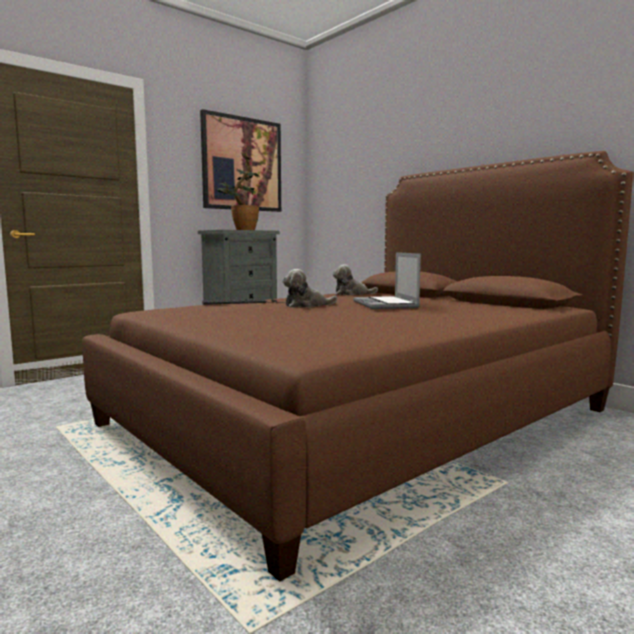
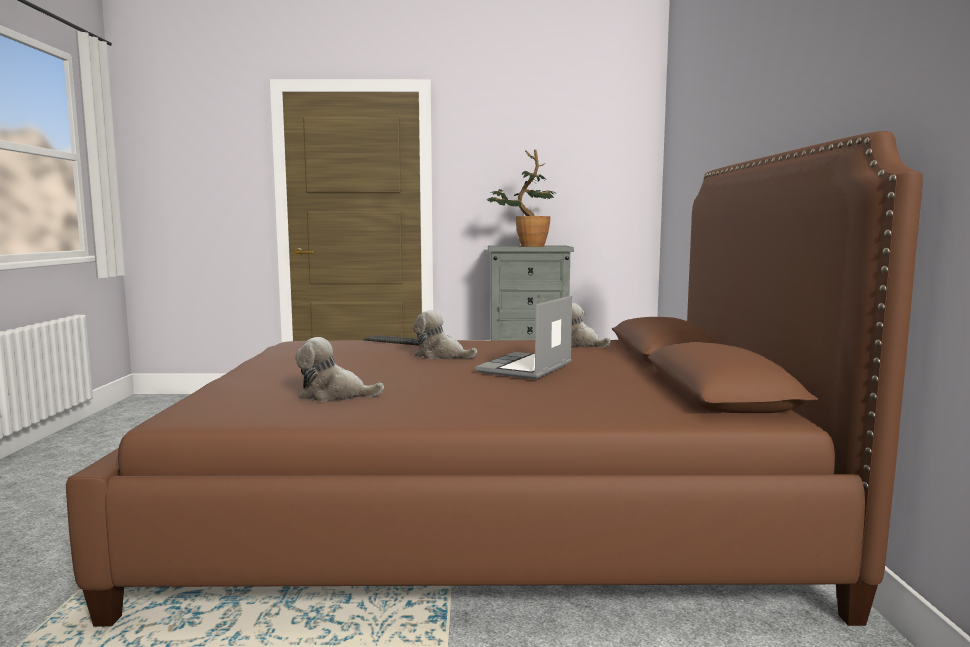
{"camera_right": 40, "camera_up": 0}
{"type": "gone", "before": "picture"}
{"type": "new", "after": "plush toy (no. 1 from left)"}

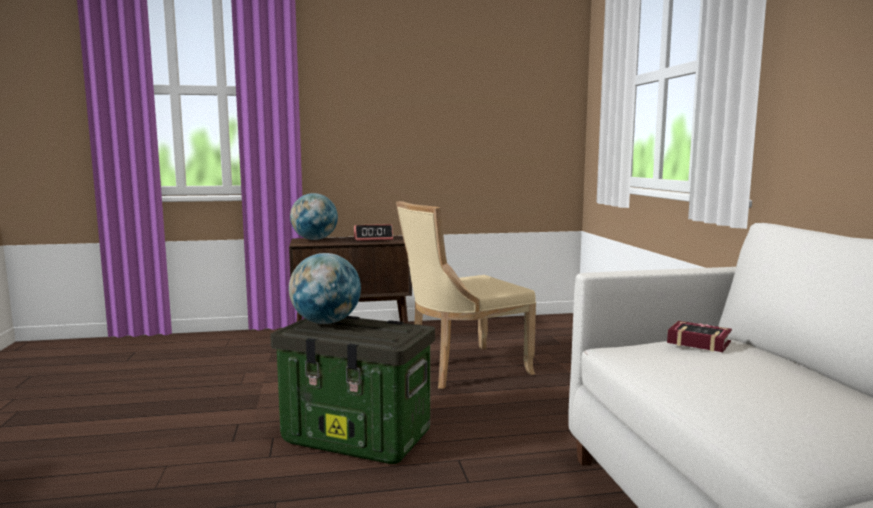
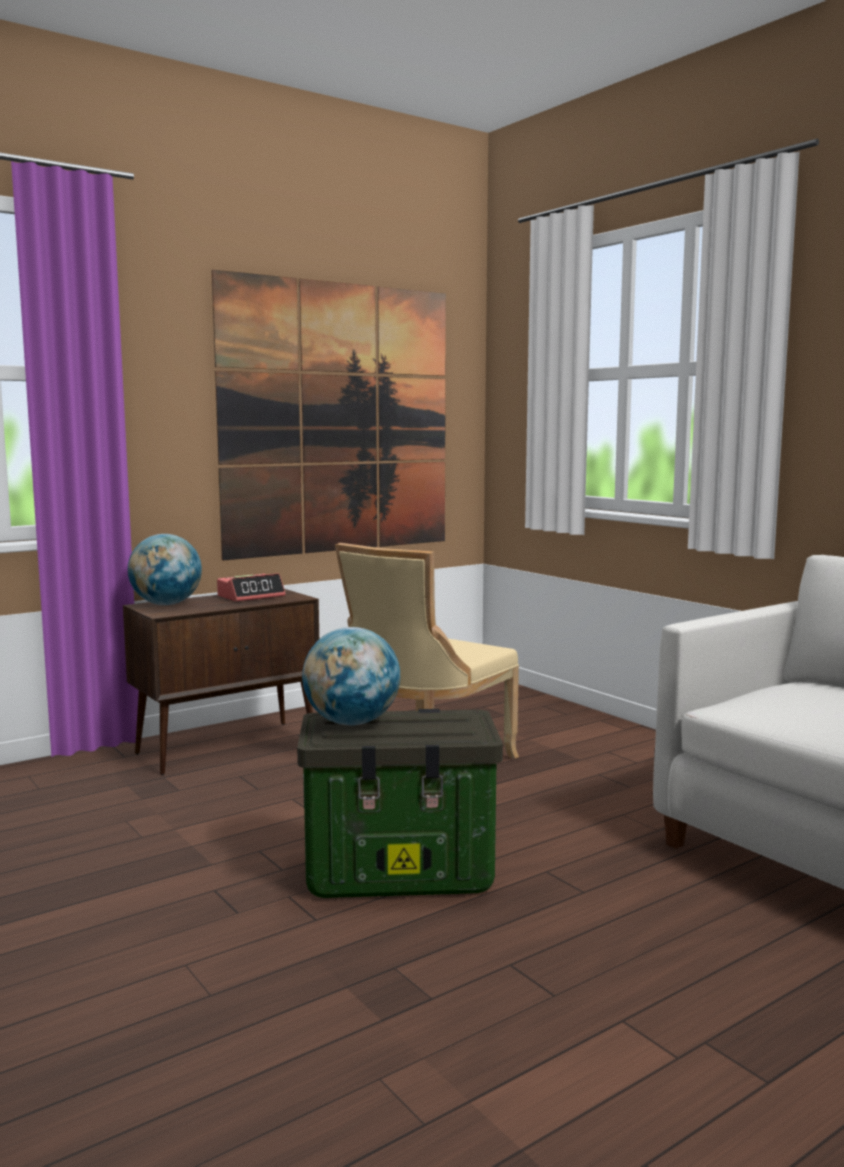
{"camera_right": -25, "camera_up": 0}
{"type": "gone", "before": "book"}
{"type": "new", "after": "picture"}

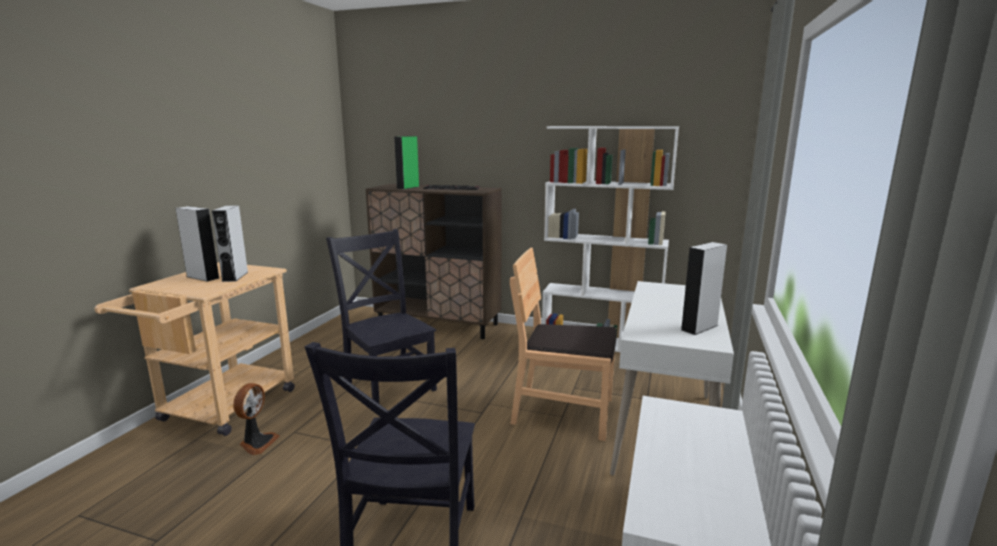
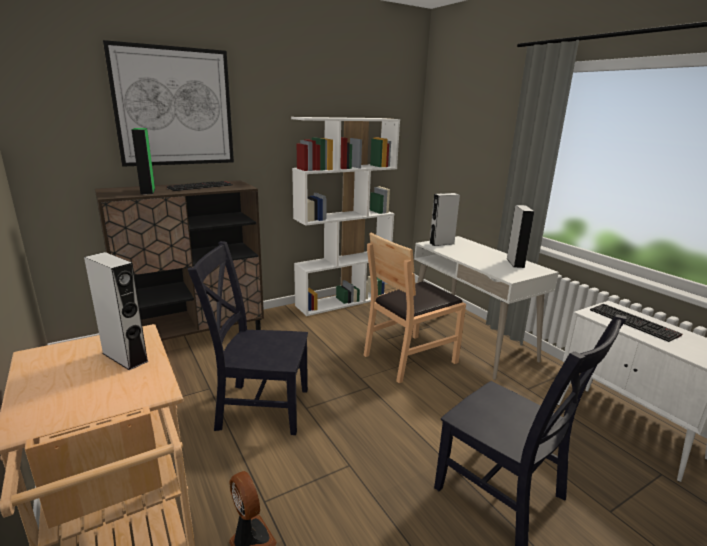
{"camera_right": -50, "camera_up": 5}
{"type": "shifted", "before": "grey speaker (no. 1 from left in the first image)", "after": "grey speaker (no. 2 from left)"}
{"type": "new", "after": "picture"}
{"type": "new", "after": "keyboard (no. 2 from left)"}

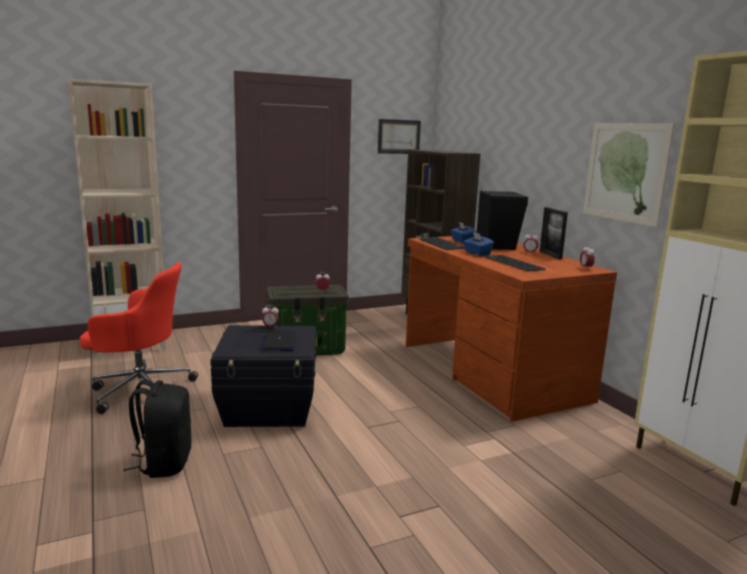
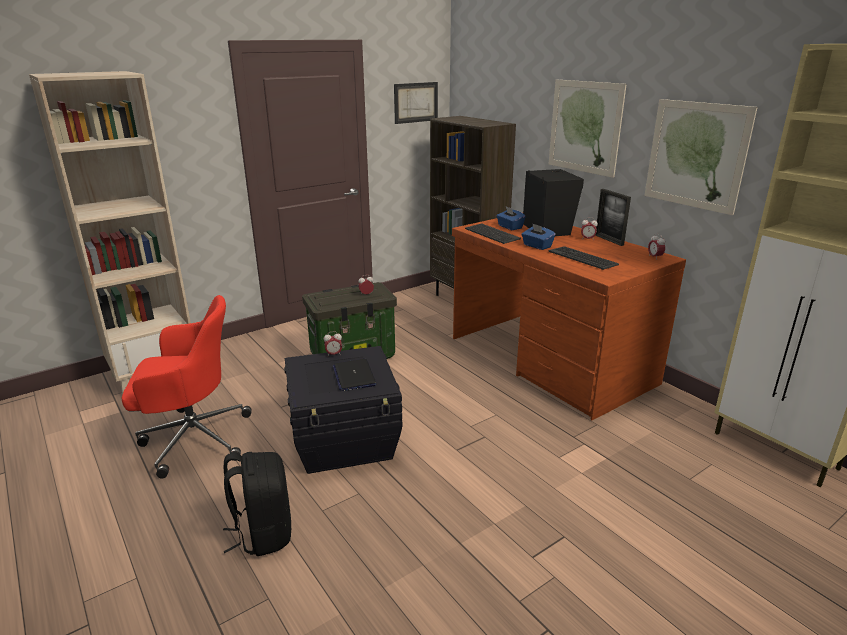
{"camera_right": -10, "camera_up": 10}
{"type": "new", "after": "picture (no. 2 from left)"}

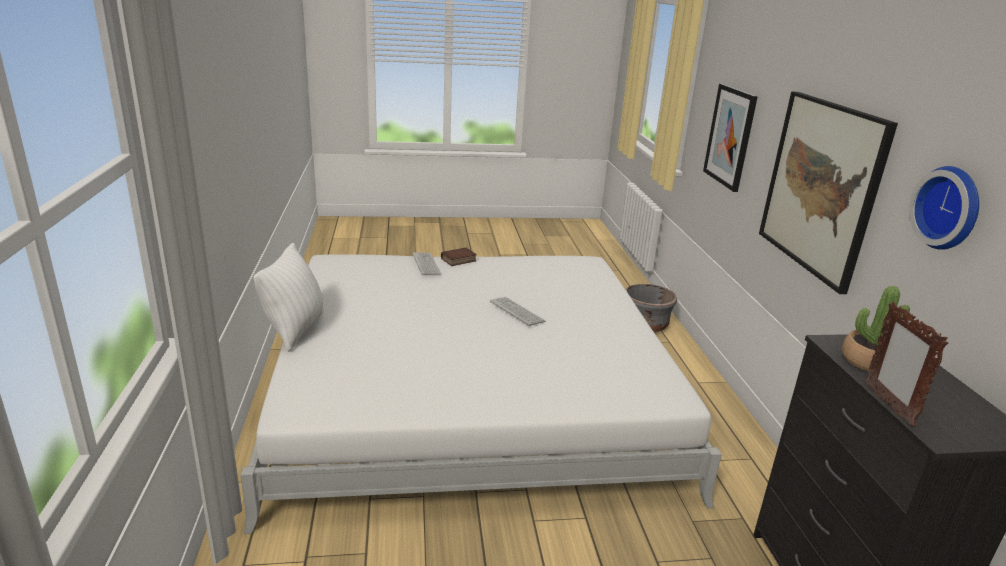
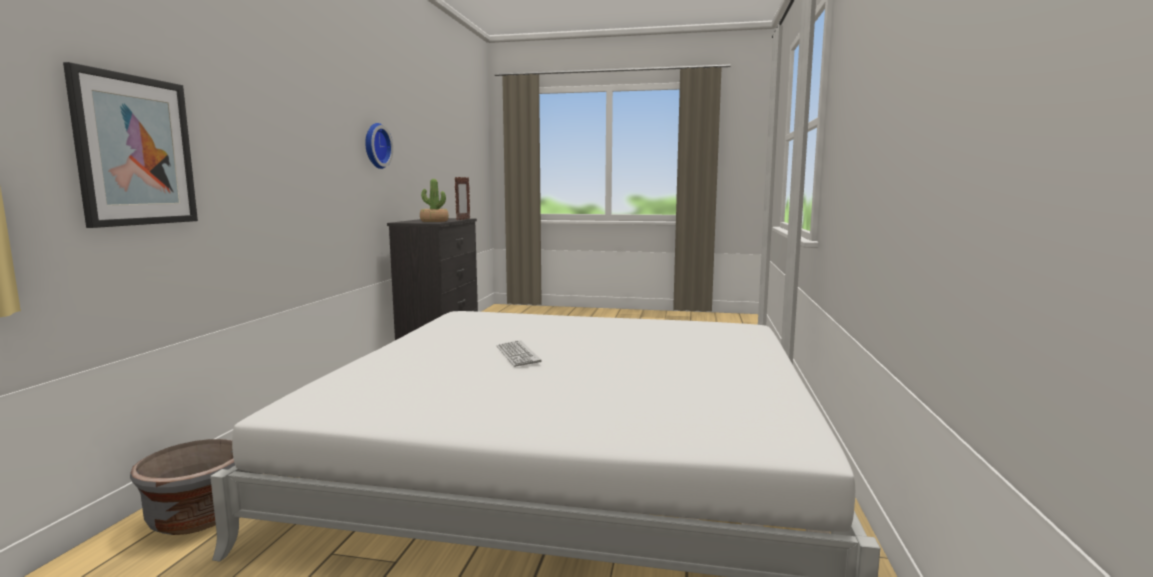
{"camera_right": -160, "camera_up": -15}
{"type": "gone", "before": "picture (no. 2 from left)"}
{"type": "gone", "before": "white pillow"}
{"type": "gone", "before": "book"}
{"type": "gone", "before": "keyboard (no. 1 from left)"}

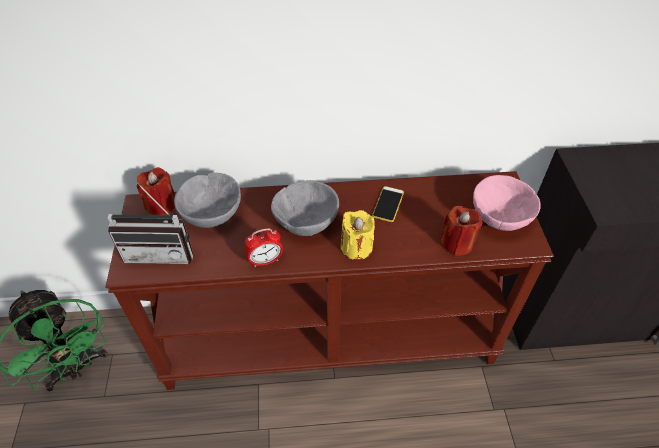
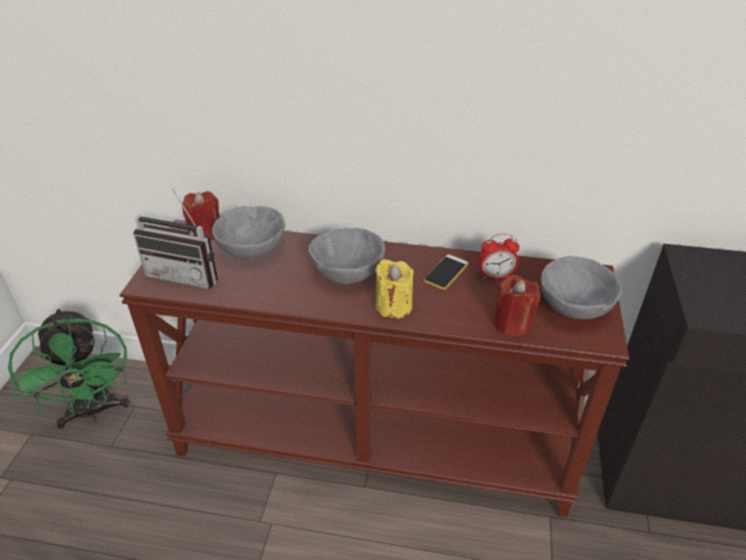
{"camera_right": 15, "camera_up": -10}
{"type": "repainted", "before": "pink bowl", "after": "grey bowl (no. 3 from left)"}
{"type": "shifted", "before": "alarm clock"}

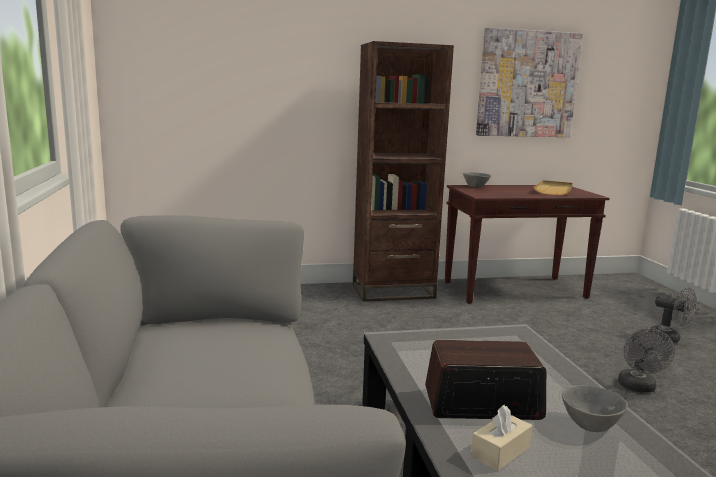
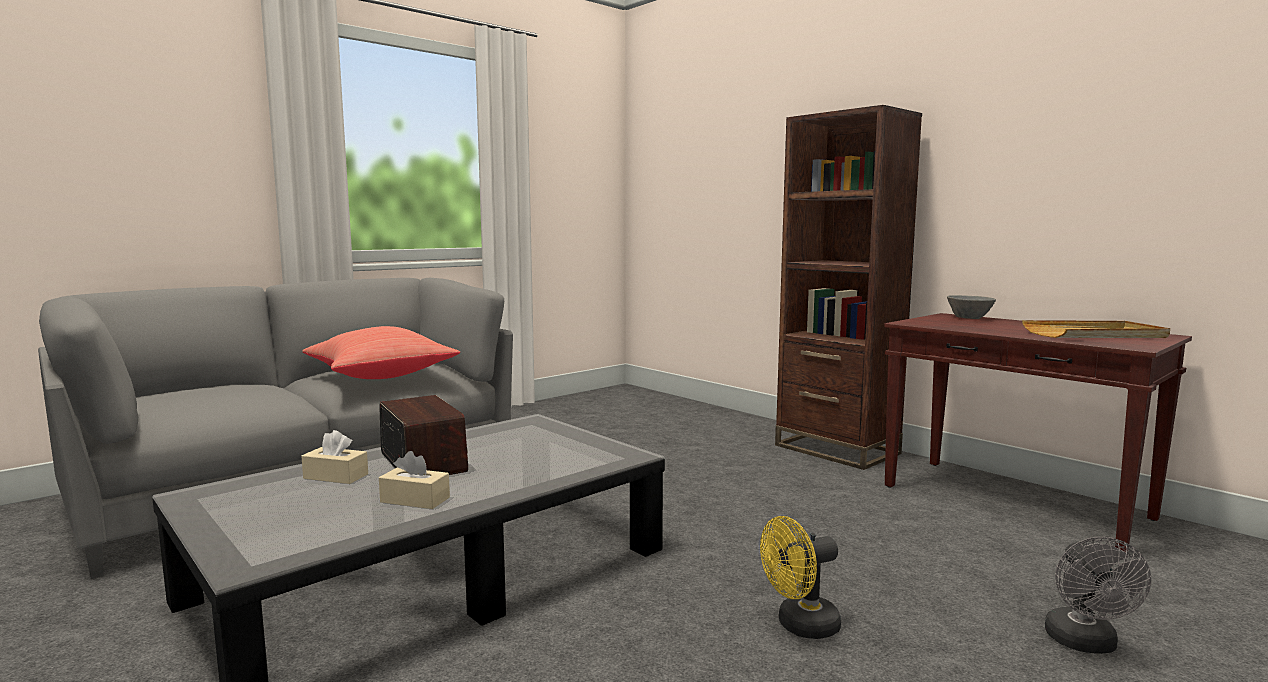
{"camera_right": 60, "camera_up": -5}
{"type": "gone", "before": "picture"}
{"type": "repainted", "before": "grey fan (no. 1 from left)", "after": "yellow fan"}
{"type": "swapped", "before": "grey bowl (no. 2 from left)", "after": "beige tissue box (no. 2 from left)"}
{"type": "new", "after": "red pillow"}

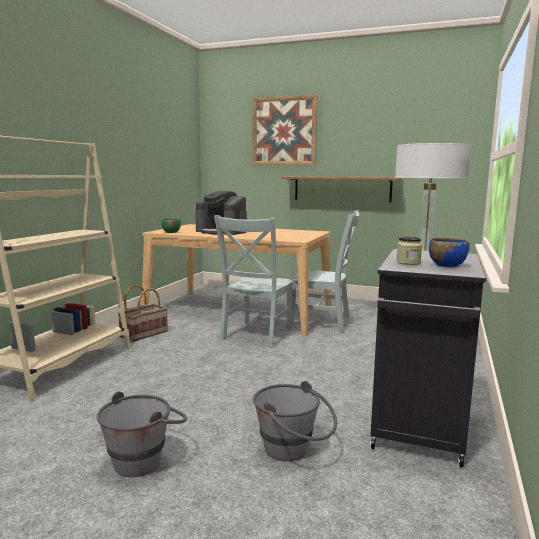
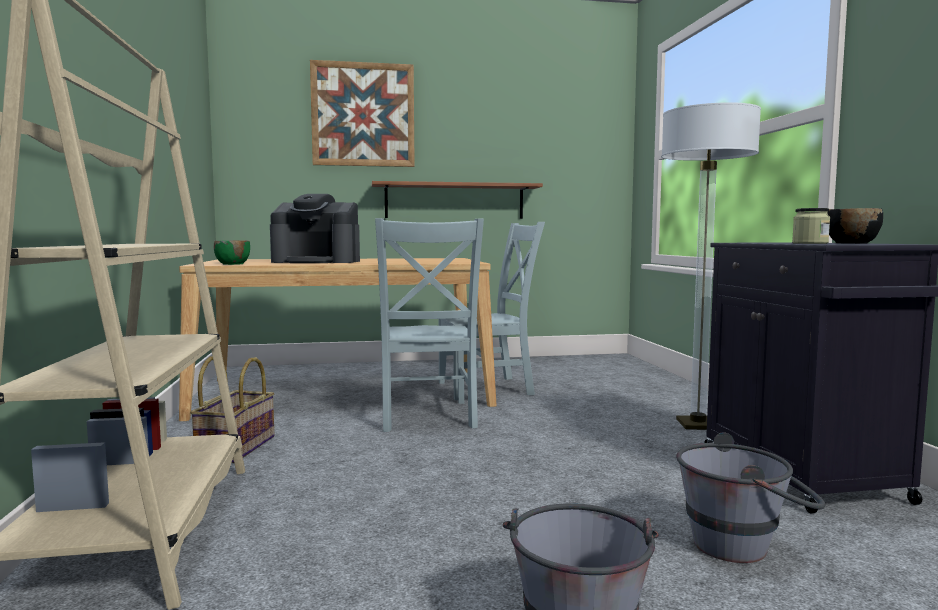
{"camera_right": -30, "camera_up": -5}
{"type": "repainted", "before": "blue bowl", "after": "black bowl"}

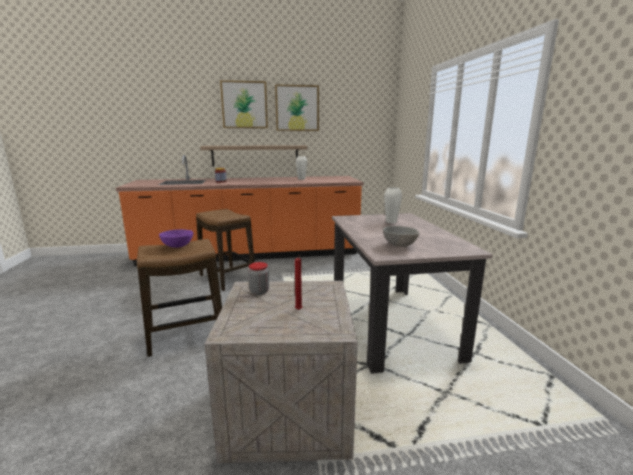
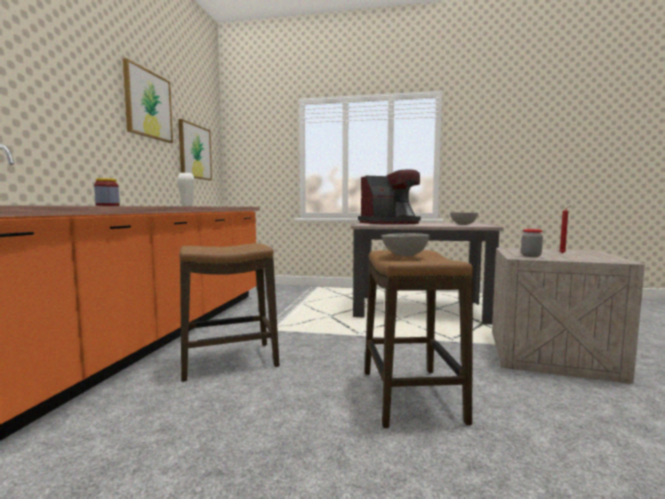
{"camera_right": -70, "camera_up": -10}
{"type": "shifted", "before": "picture (no. 1 from left in the first image)", "after": "picture (no. 2 from left)"}
{"type": "gone", "before": "shelf"}
{"type": "swapped", "before": "white vase (no. 2 from left)", "after": "coffee machine"}
{"type": "repainted", "before": "purple bowl", "after": "grey bowl (no. 1 from left)"}

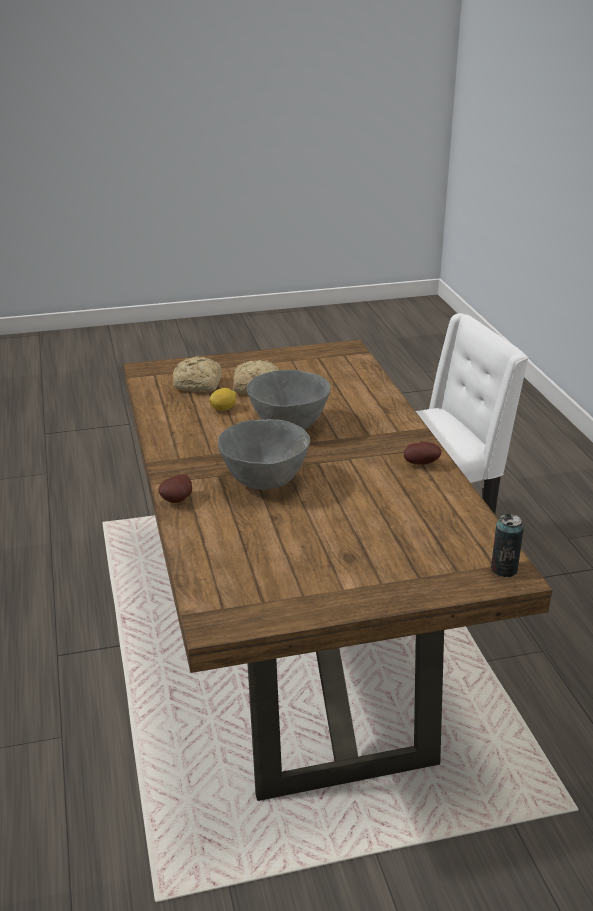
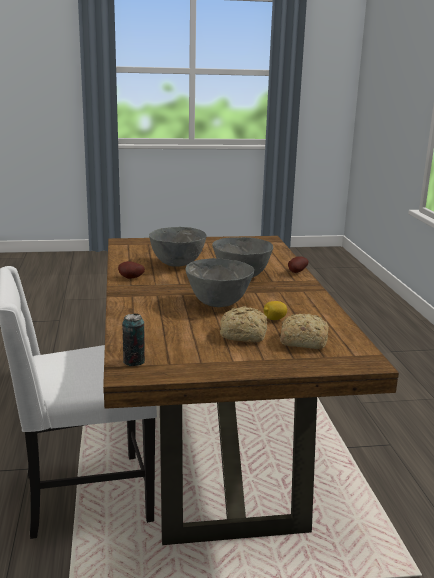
{"camera_right": -175, "camera_up": -10}
{"type": "shifted", "before": "can"}
{"type": "new", "after": "grey bowl (no. 1 from left)"}

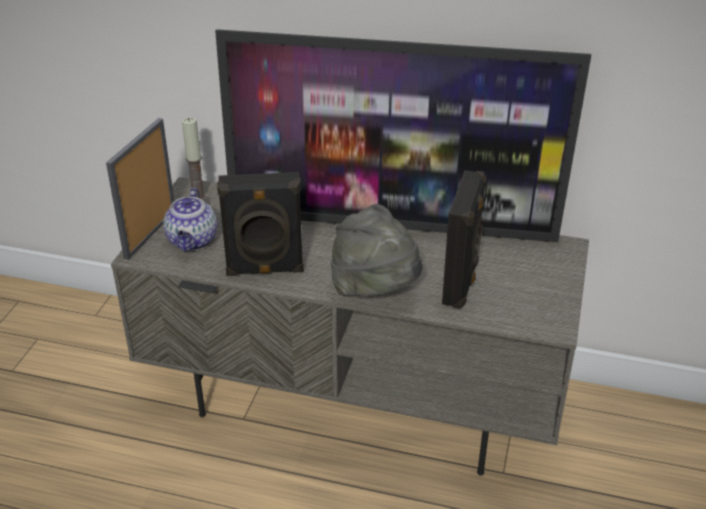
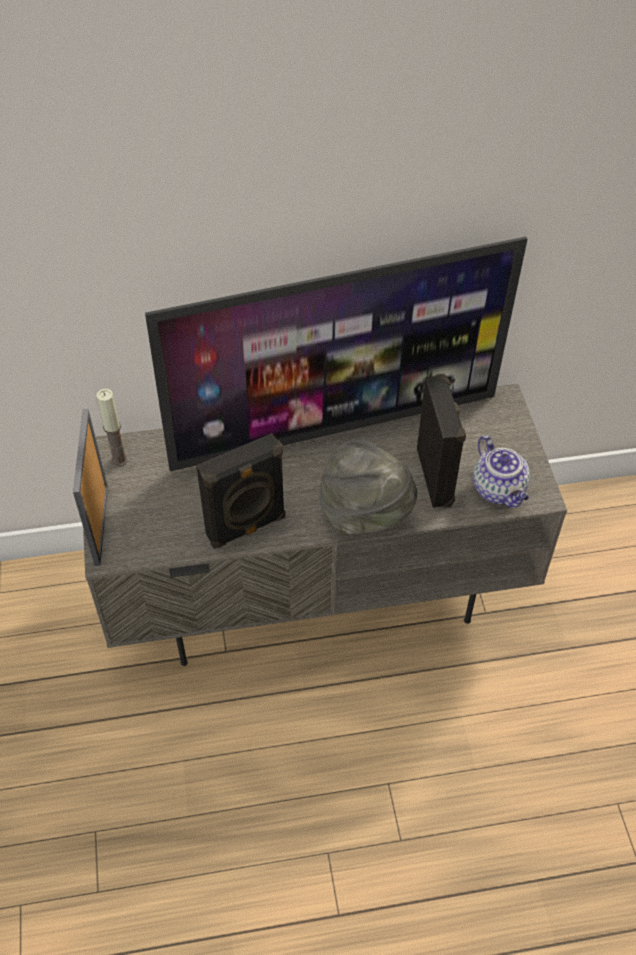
{"camera_right": -25, "camera_up": 15}
{"type": "shifted", "before": "teapot"}

